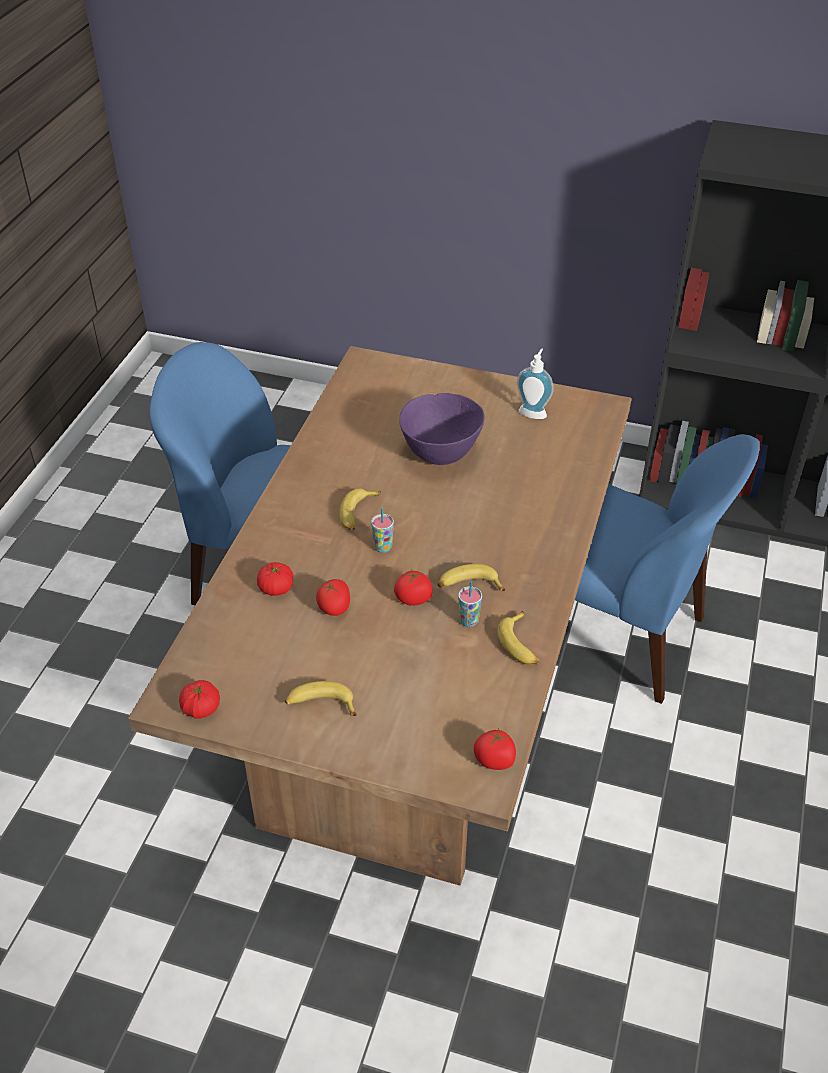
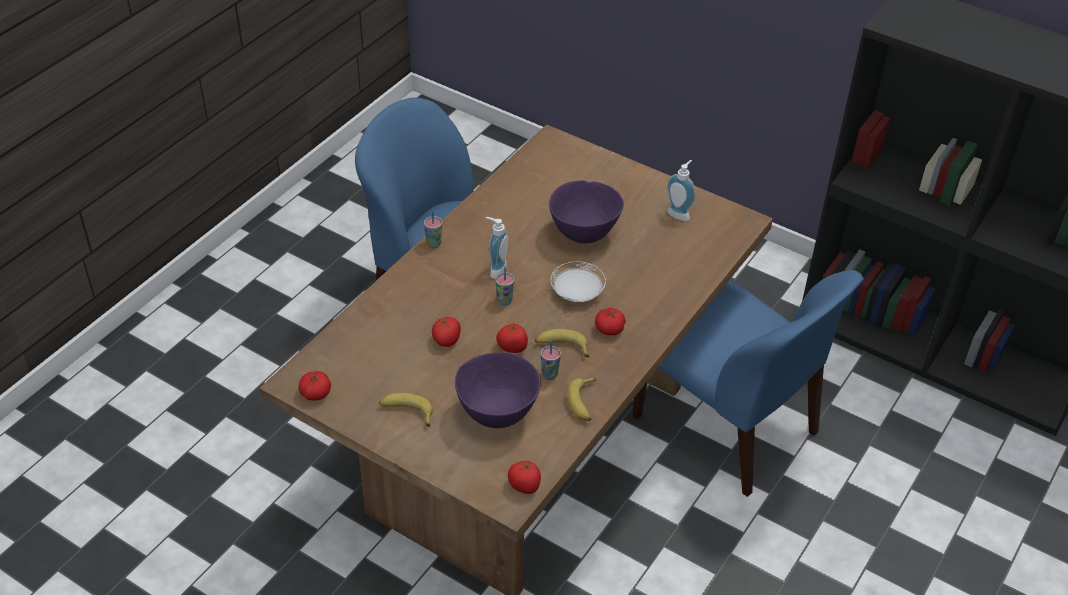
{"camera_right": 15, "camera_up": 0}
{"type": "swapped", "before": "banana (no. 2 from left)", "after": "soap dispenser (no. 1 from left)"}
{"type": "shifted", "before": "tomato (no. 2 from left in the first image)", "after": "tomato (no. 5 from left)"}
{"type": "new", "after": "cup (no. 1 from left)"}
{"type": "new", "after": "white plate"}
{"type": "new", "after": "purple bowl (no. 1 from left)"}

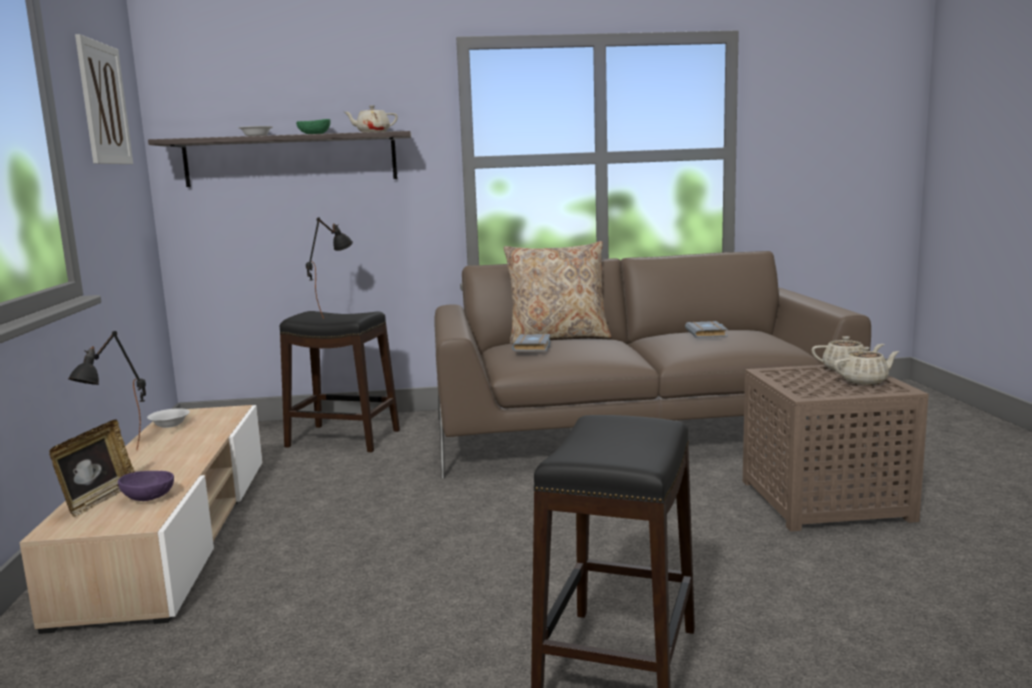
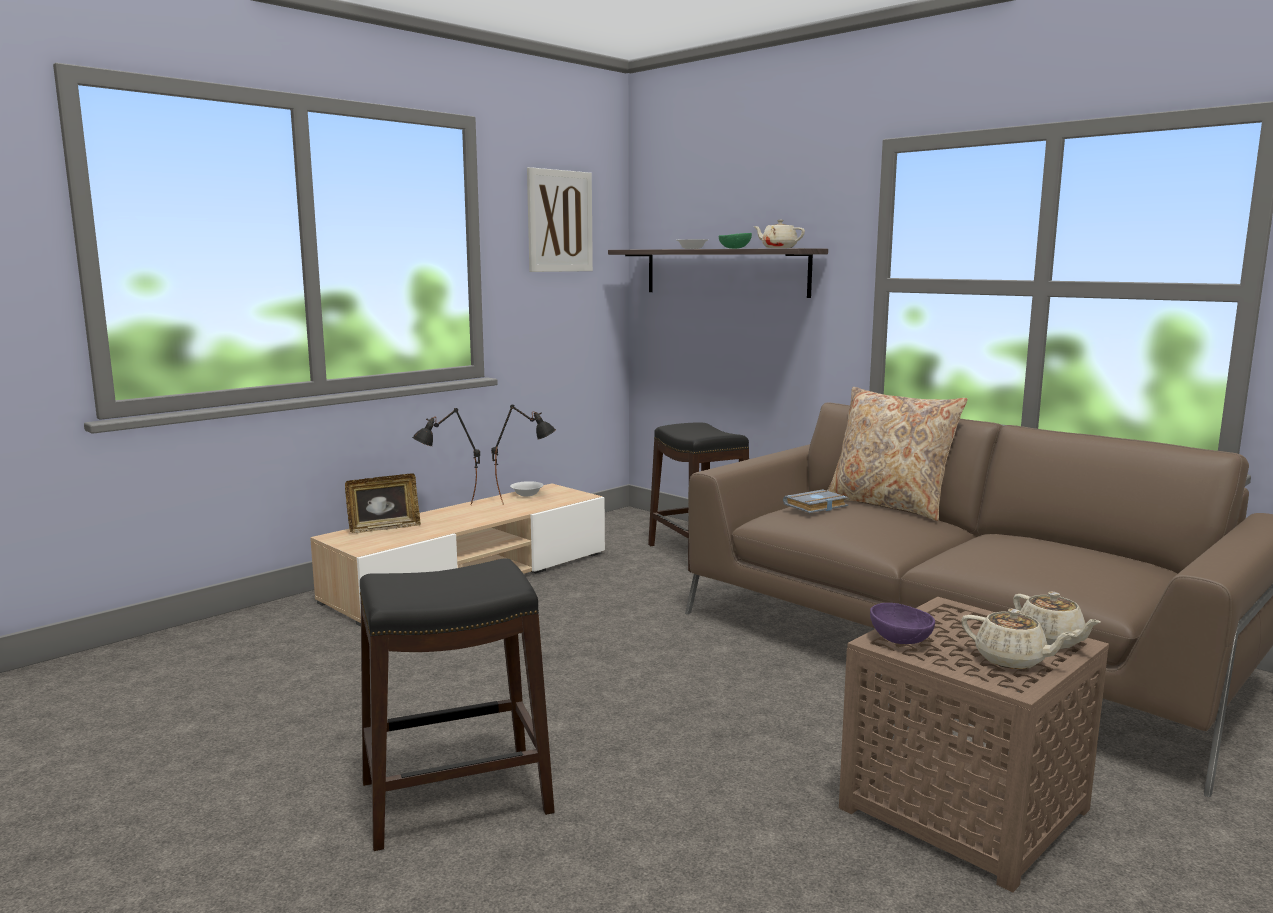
{"camera_right": 50, "camera_up": 0}
{"type": "shifted", "before": "black table lamp (no. 2 from left)"}
{"type": "gone", "before": "grey book (no. 2 from left)"}
{"type": "shifted", "before": "purple bowl"}

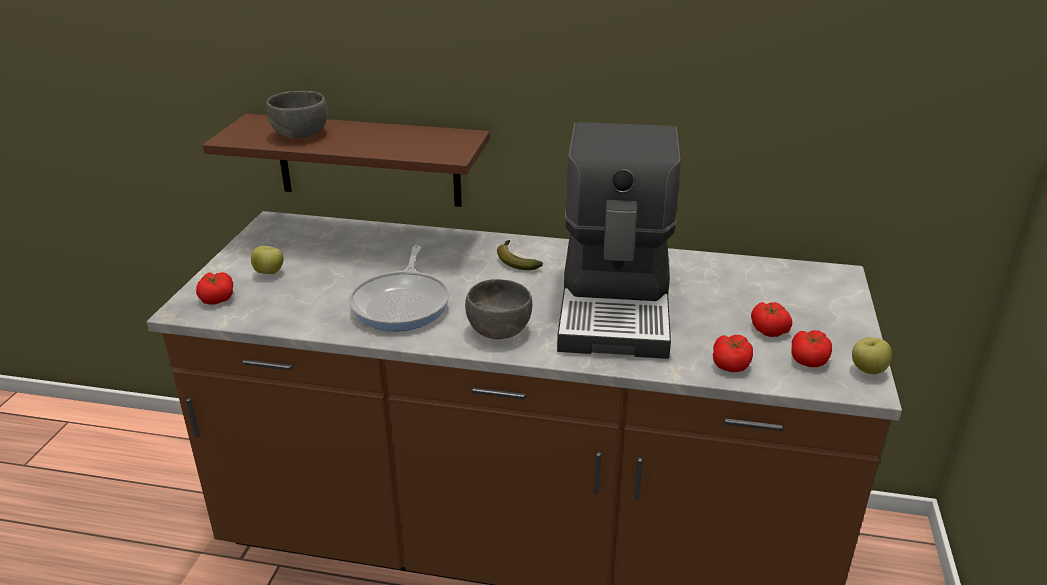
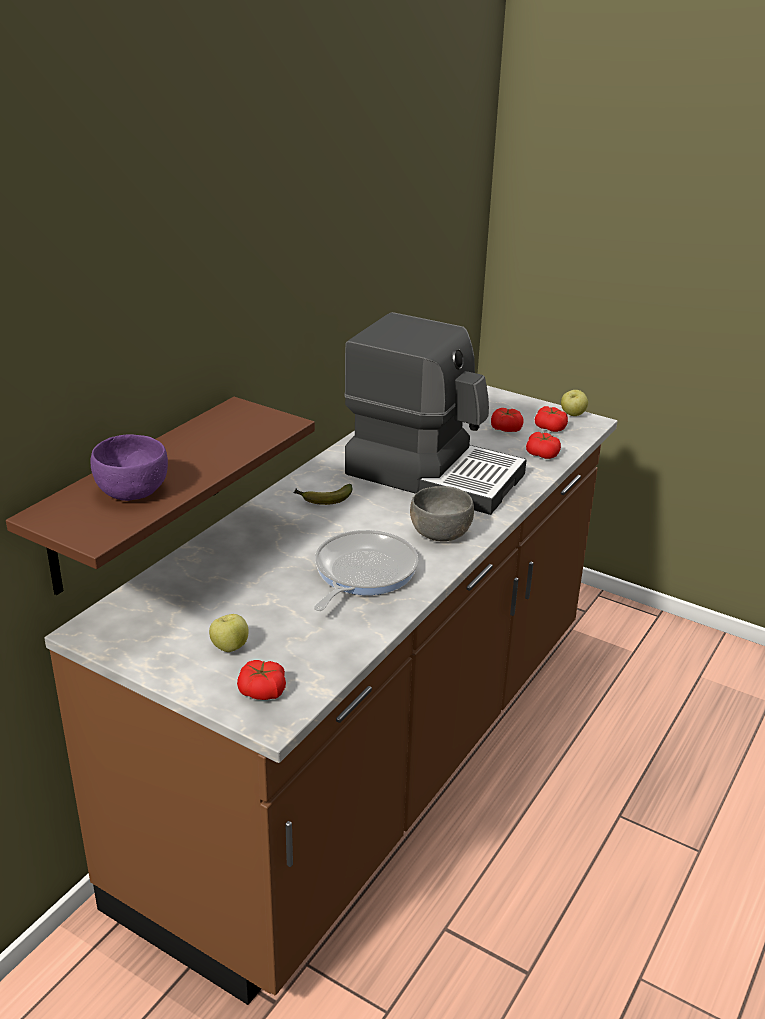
{"camera_right": -70, "camera_up": 0}
{"type": "repainted", "before": "grey bowl (no. 1 from left)", "after": "purple bowl"}
{"type": "rotated", "before": "frying pan", "turn": -90}

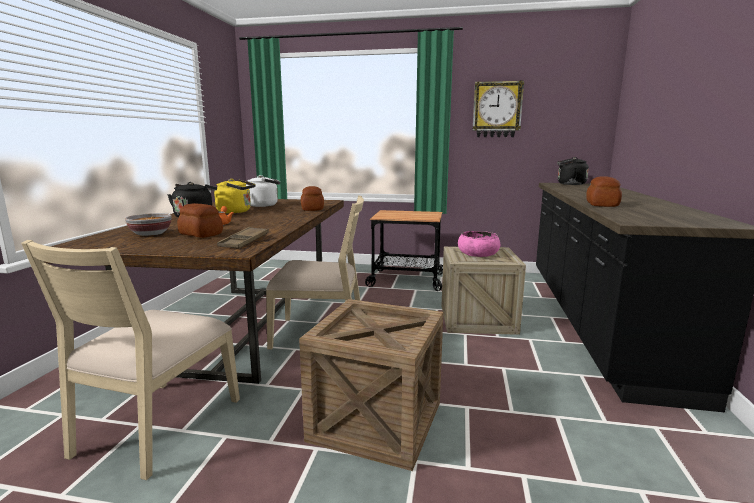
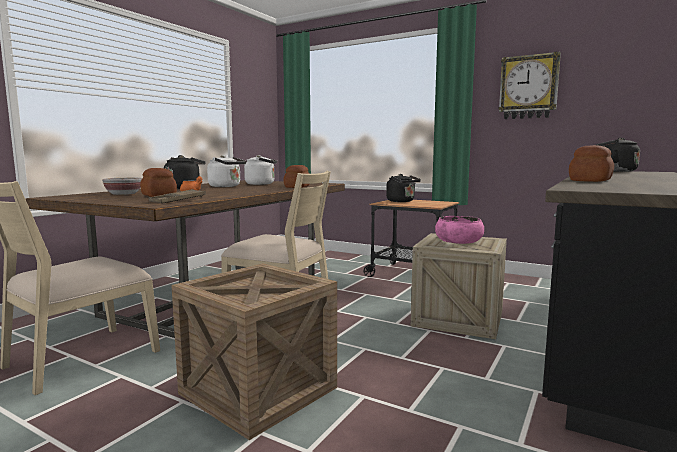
{"camera_right": 20, "camera_up": -5}
{"type": "repainted", "before": "yellow kettle", "after": "white kettle (no. 1 from left)"}
{"type": "new", "after": "black kettle (no. 2 from left)"}

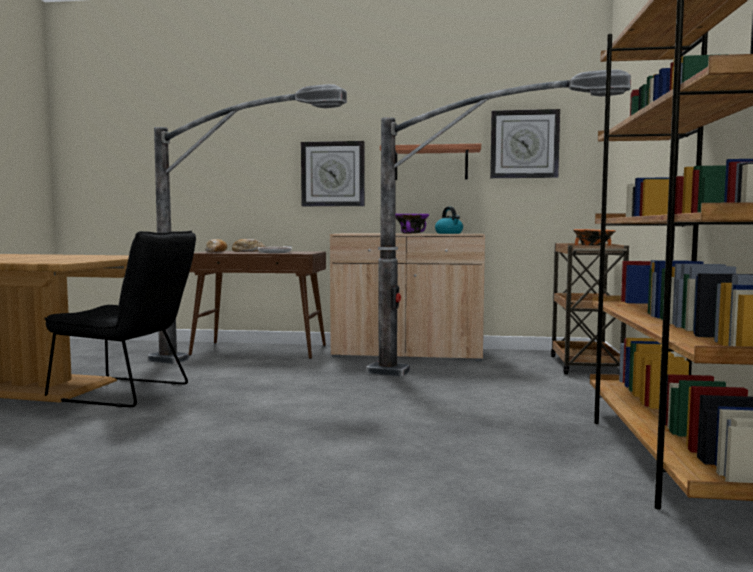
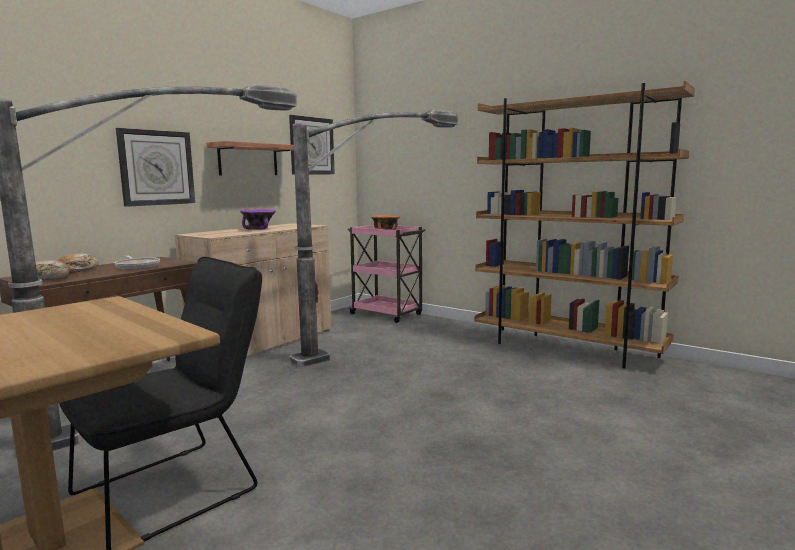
{"camera_right": -60, "camera_up": 5}
{"type": "gone", "before": "kettle"}
{"type": "repainted", "before": "brown cart", "after": "pink cart"}

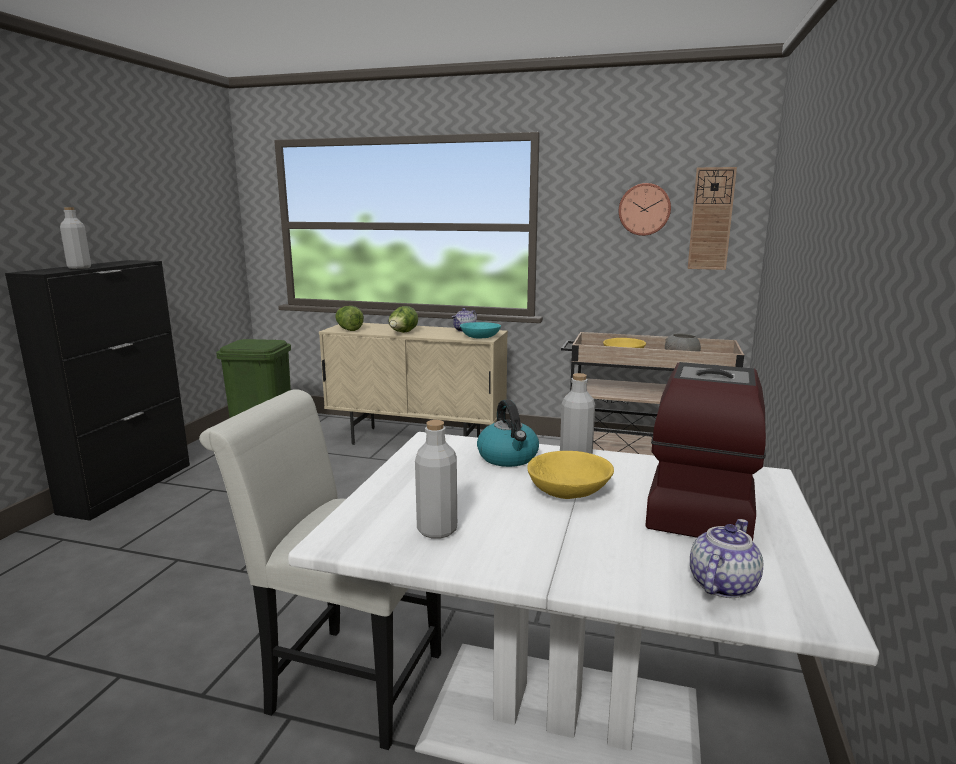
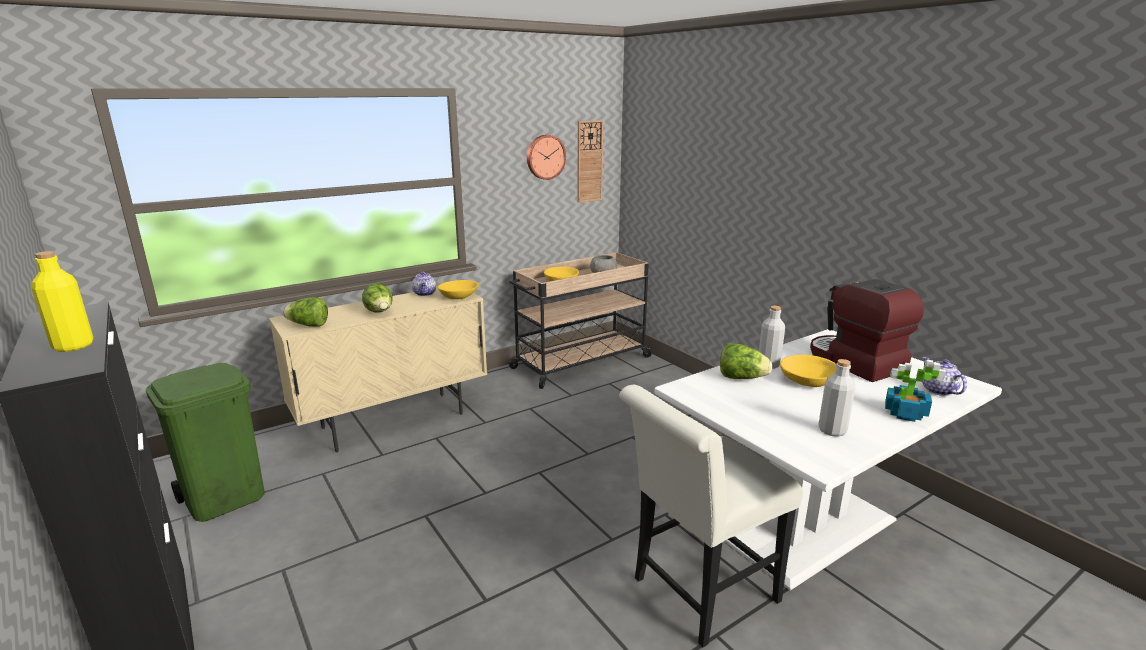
{"camera_right": -50, "camera_up": 5}
{"type": "repainted", "before": "grey bottle (no. 1 from left)", "after": "yellow bottle"}
{"type": "repainted", "before": "turquoise bowl", "after": "yellow bowl (no. 1 from left)"}
{"type": "swapped", "before": "kettle", "after": "lettuce (no. 3 from left)"}
{"type": "new", "after": "potted plant"}

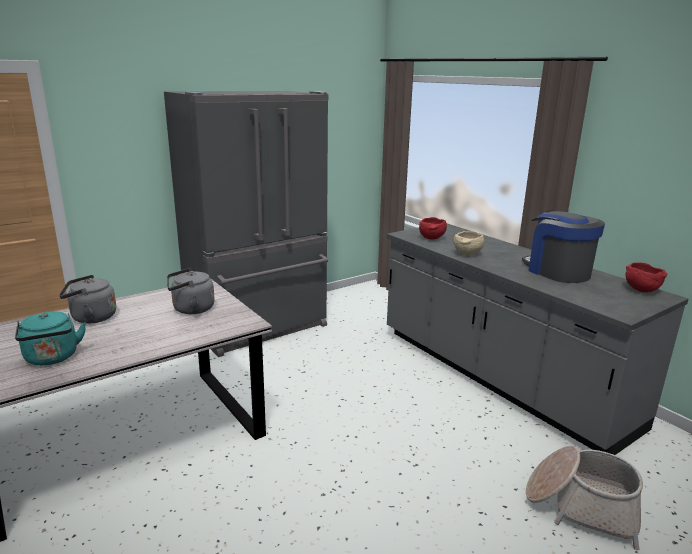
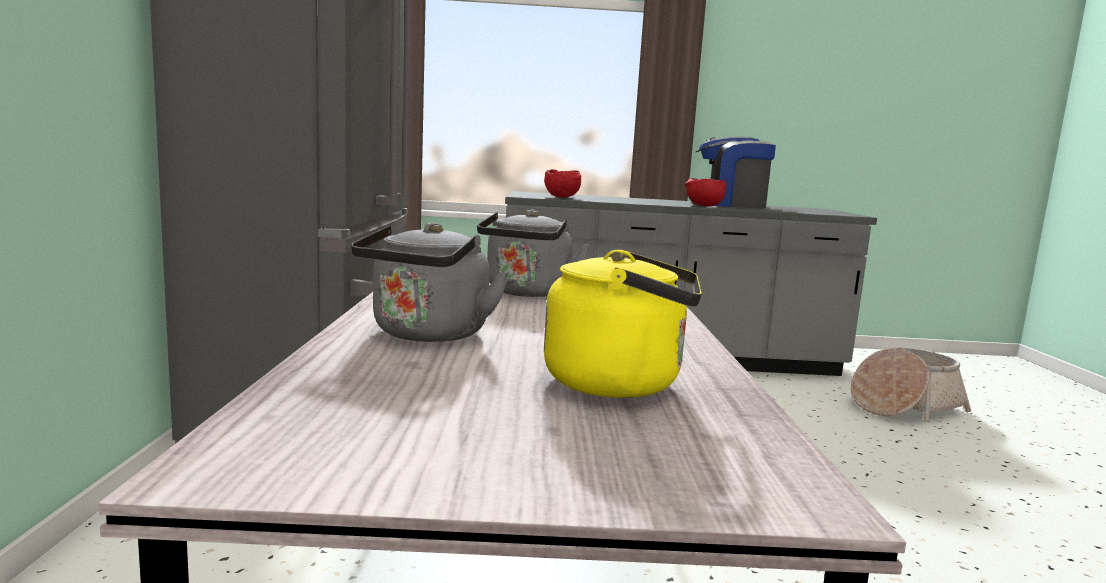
{"camera_right": -55, "camera_up": -10}
{"type": "gone", "before": "beige bowl"}
{"type": "shifted", "before": "red bowl (no. 2 from left)"}
{"type": "repainted", "before": "turquoise kettle", "after": "yellow kettle"}

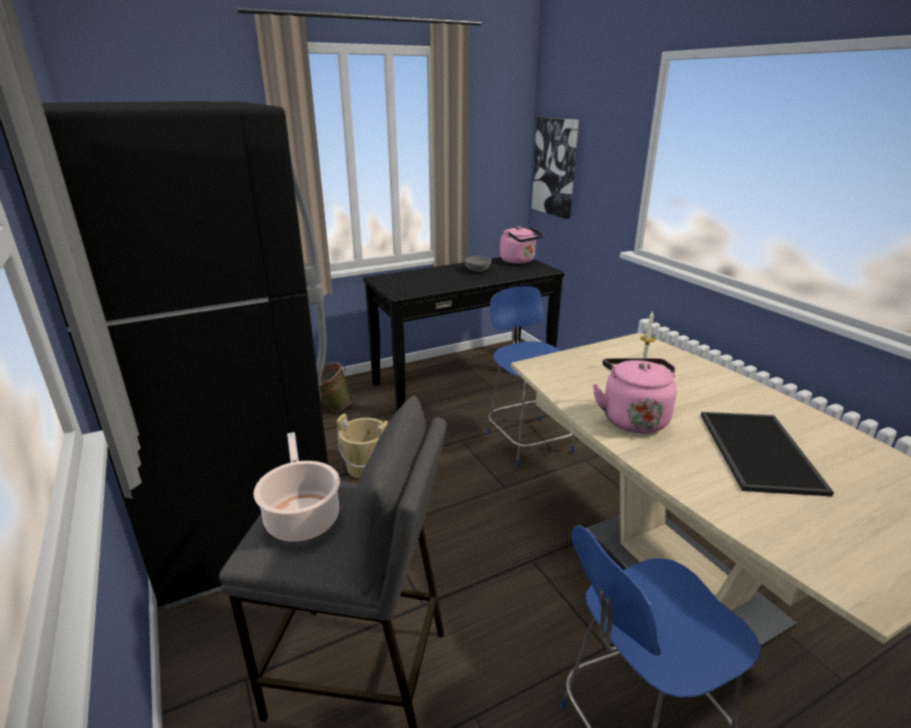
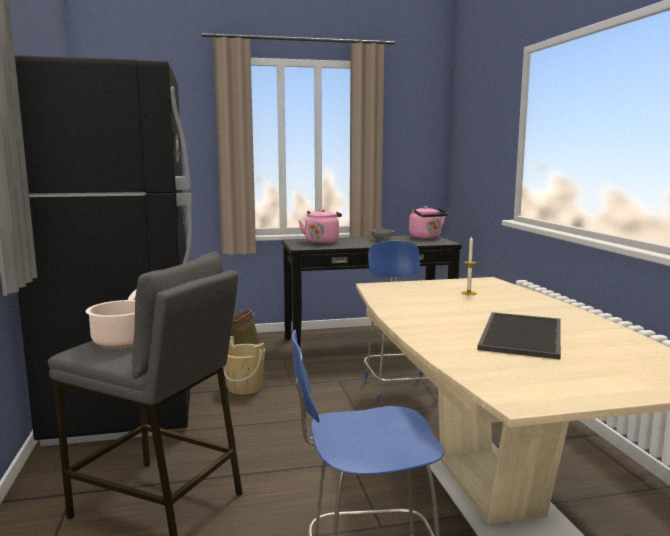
{"camera_right": 15, "camera_up": -15}
{"type": "gone", "before": "picture"}
{"type": "shifted", "before": "pink kettle (no. 2 from left in the first image)", "after": "pink kettle (no. 1 from left)"}

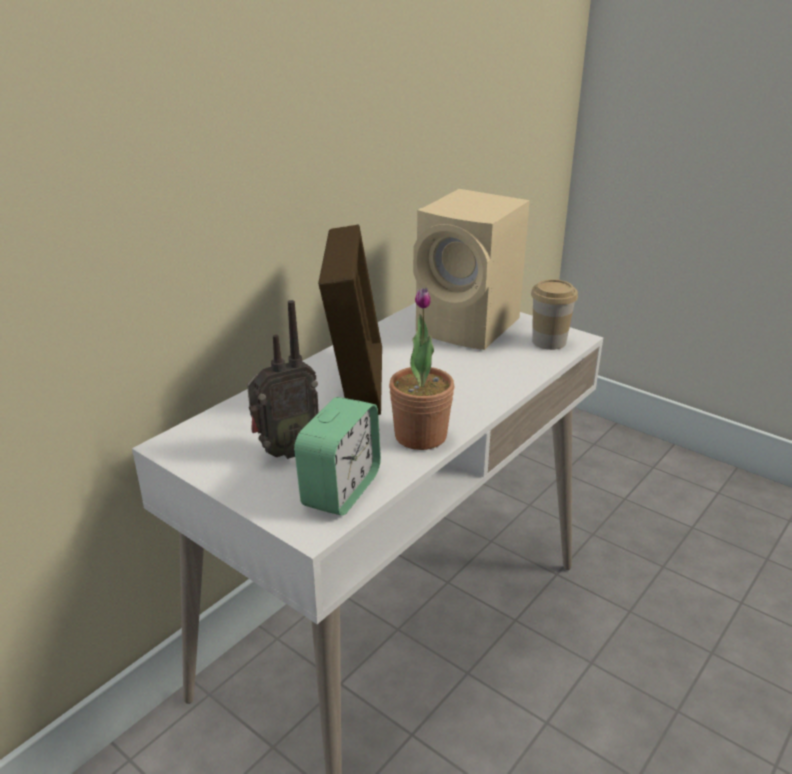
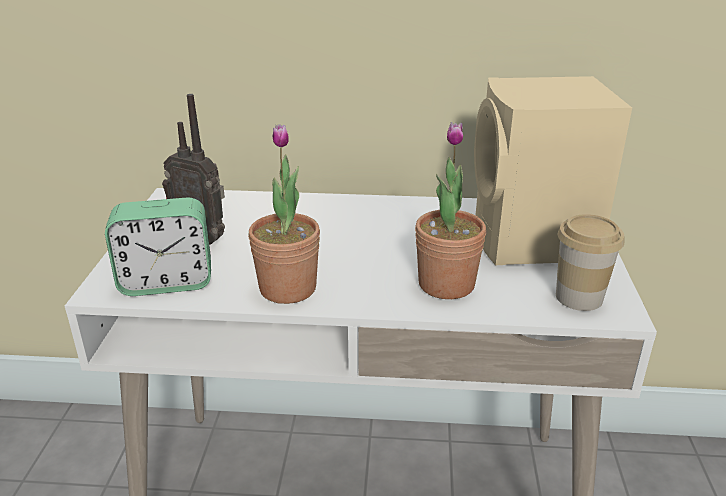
{"camera_right": 55, "camera_up": 0}
{"type": "gone", "before": "picture frame"}
{"type": "new", "after": "potted plant (no. 2 from left)"}

